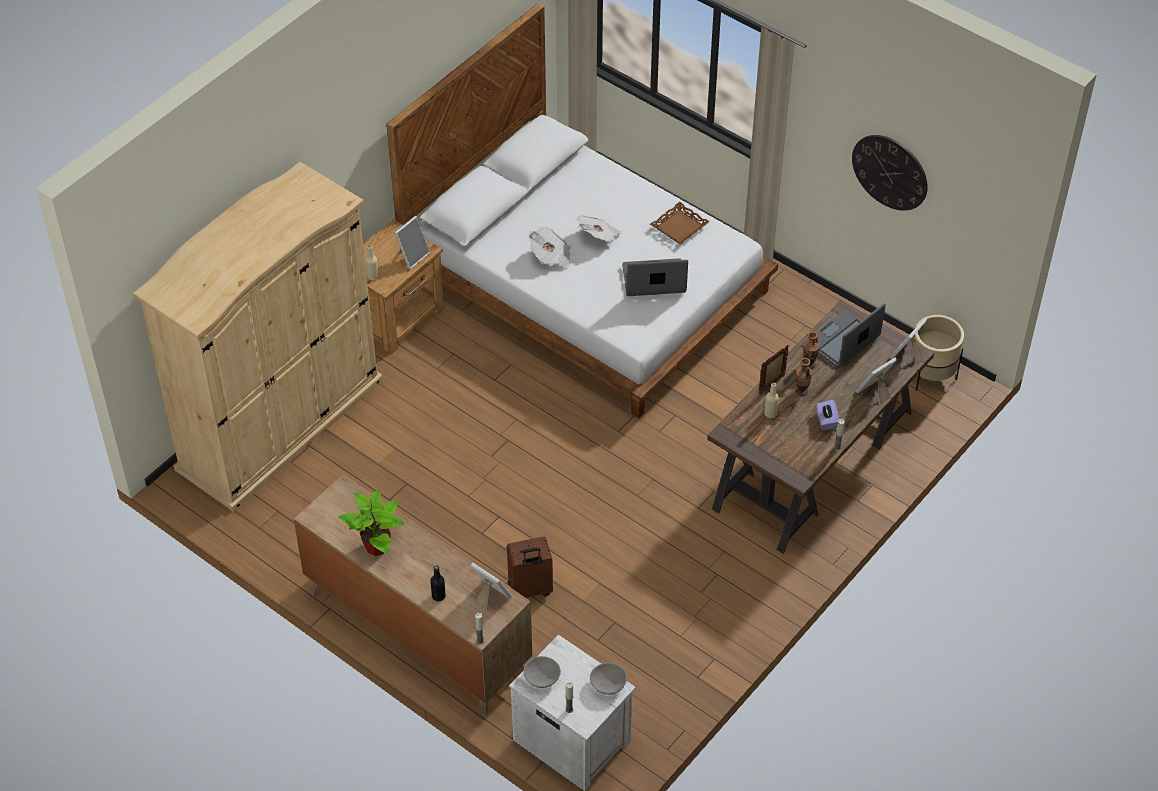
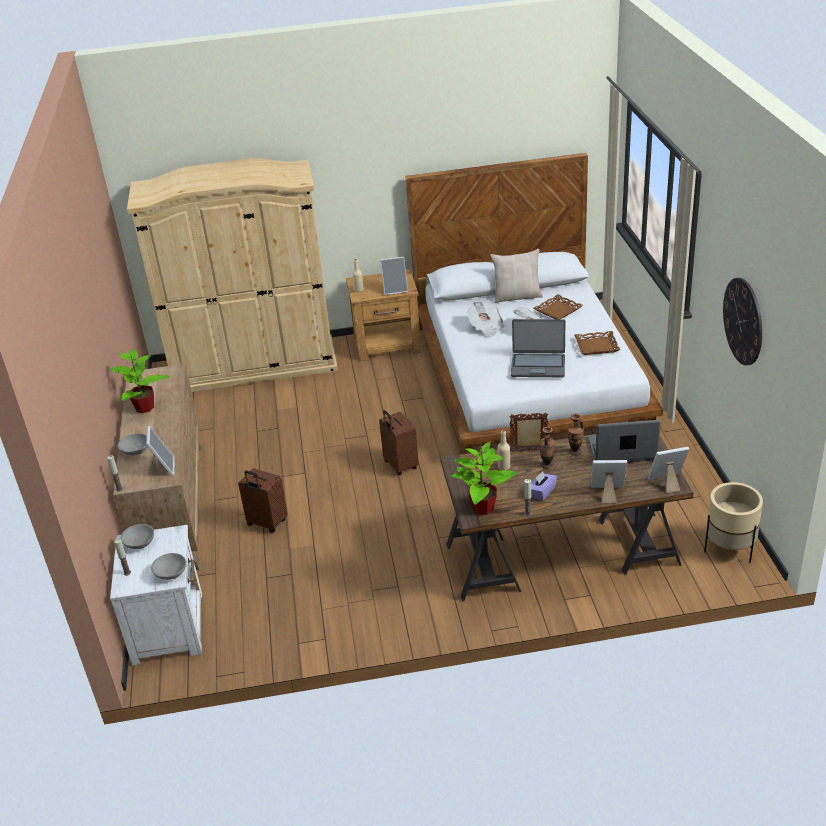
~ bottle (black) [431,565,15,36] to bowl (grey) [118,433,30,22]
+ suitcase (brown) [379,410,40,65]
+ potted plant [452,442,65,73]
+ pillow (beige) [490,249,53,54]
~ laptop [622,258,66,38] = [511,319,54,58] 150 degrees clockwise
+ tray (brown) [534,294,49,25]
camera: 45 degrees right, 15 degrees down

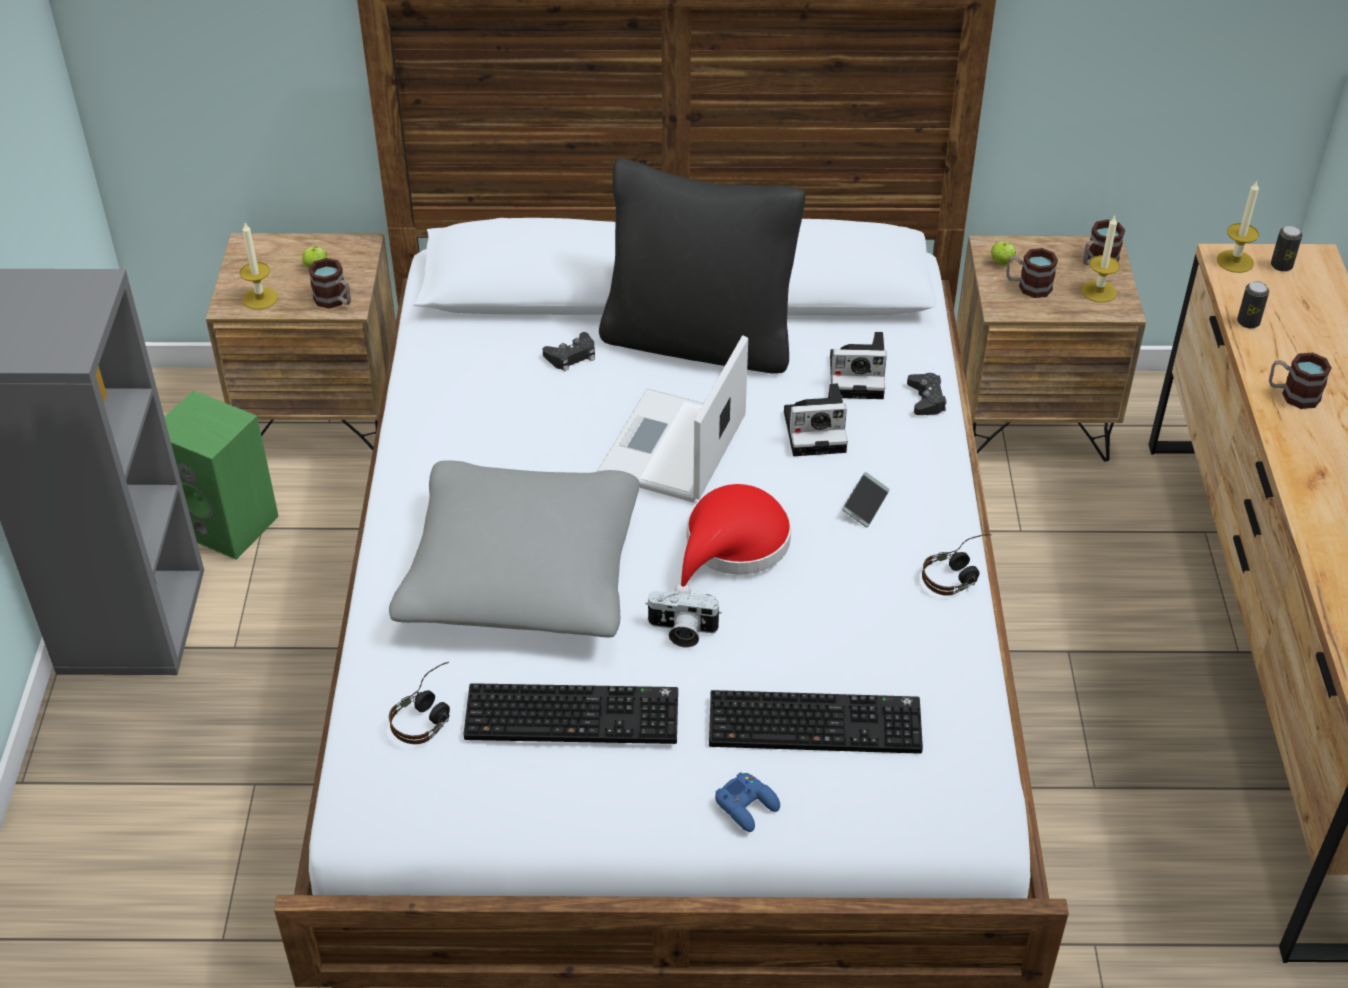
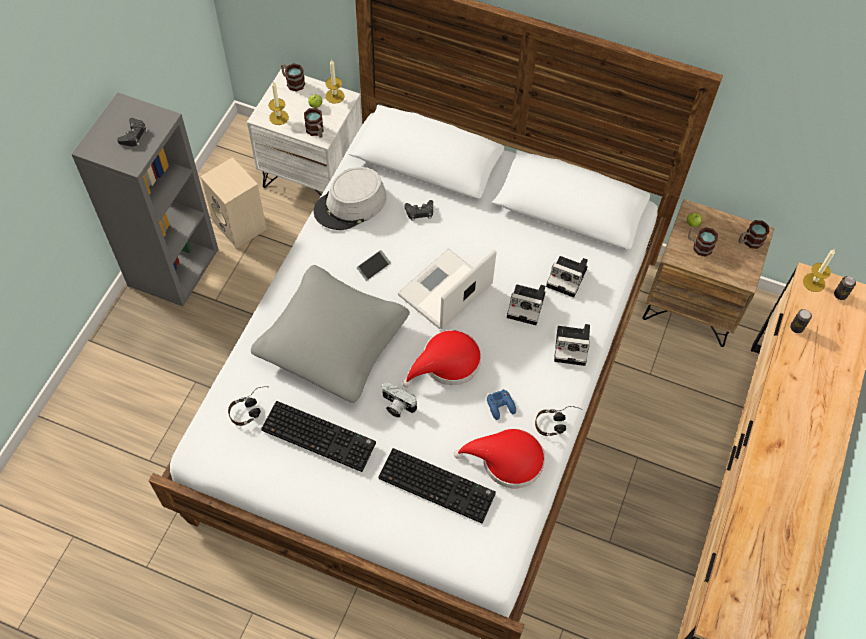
~ game controller (black) [907,373,40,42] to [117,118,31,29]
~ speaker (green) [164,390,115,170] to speaker (beige) [200,157,67,91]
~ nightstand (brown) [206,233,190,217] to nightstand (white) [247,69,115,127]
~ mug [1269,352,63,57] to [281,63,24,29]
+ hat (grey) [313,167,74,63]
~ candle [1082,216,38,87] to [325,60,20,44]
~ phone [842,472,48,55] to [357,250,34,31]
+ hat (red) [454,428,91,60]
~ game controller (blue) [715,772,65,60] to [487,389,29,31]
+ photo camera [554,324,36,42]
- pillow (black) [599,158,207,216]
camera: 20 degrees right, 15 degrees up

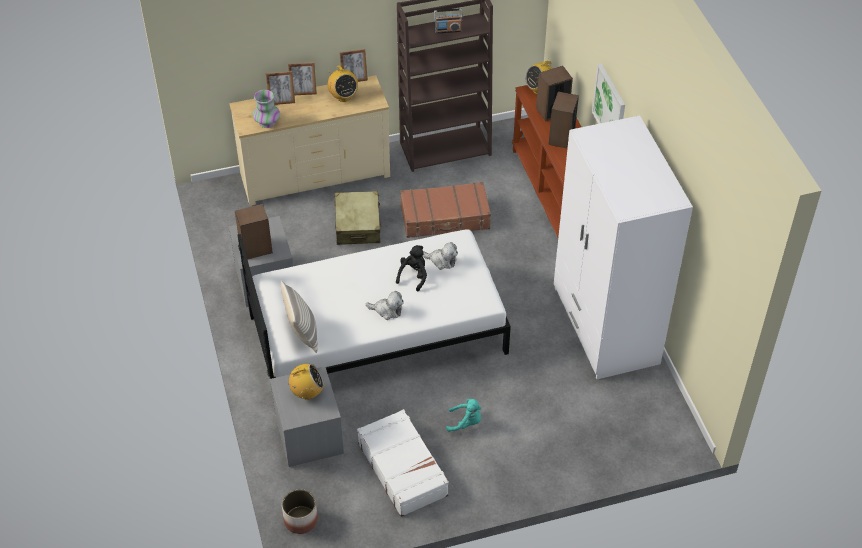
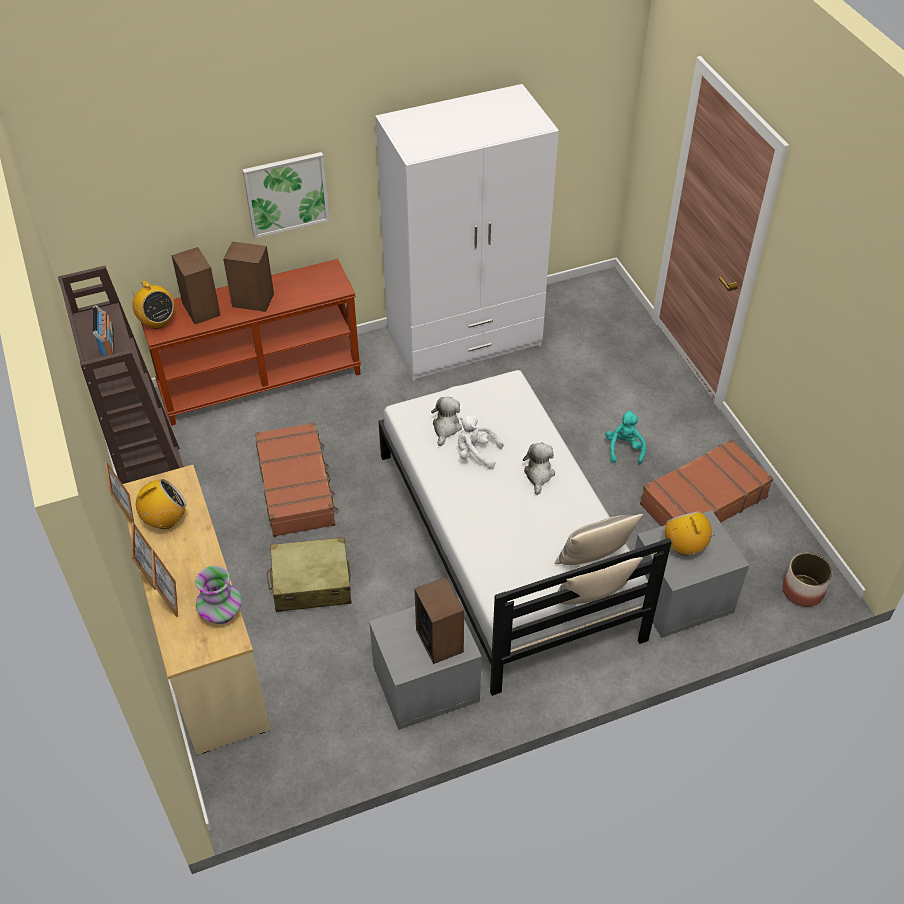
~ plush toy (black) [396,245,31,47] to plush toy (white) [458,415,45,54]
+ pillow [557,557,86,48]
~ suitcase (white) [357,409,92,108] to suitcase (brown) [640,439,133,87]
camera: 95 degrees left, 0 degrees up

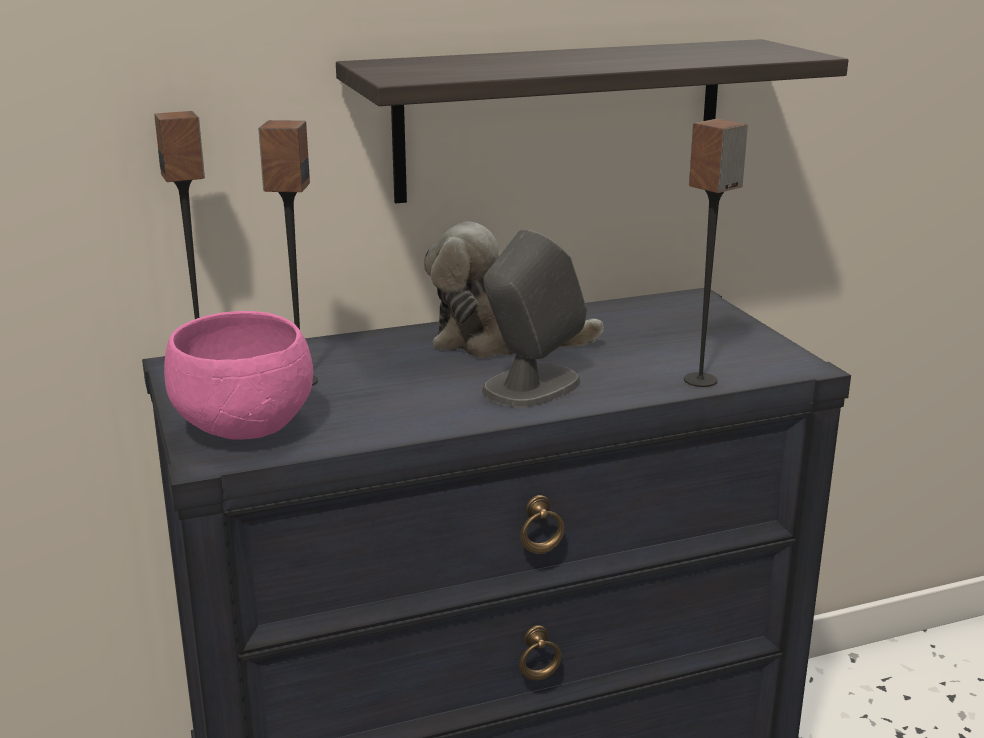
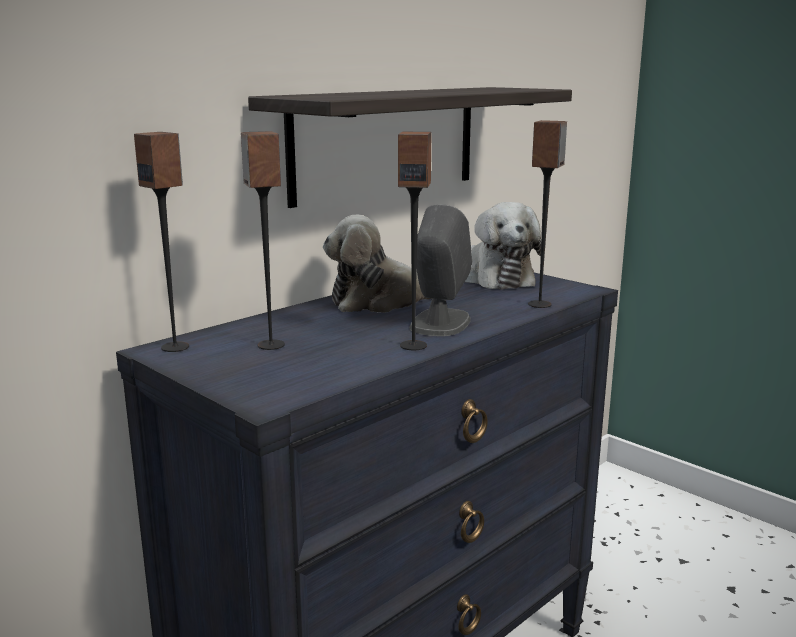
+ speaker [398,132,33,218]
+ plush toy [465,202,76,88]
- bowl (pink) [164,311,149,128]
camera: 25 degrees left, 5 degrees down

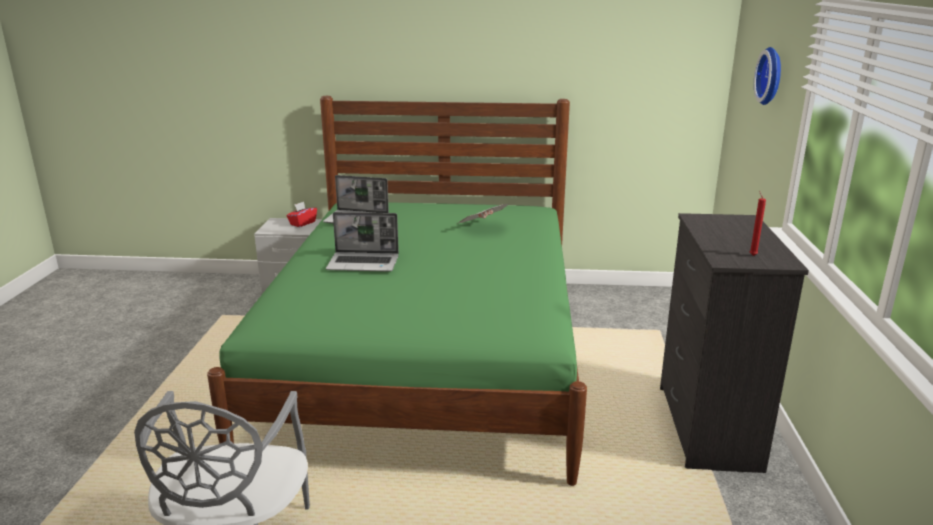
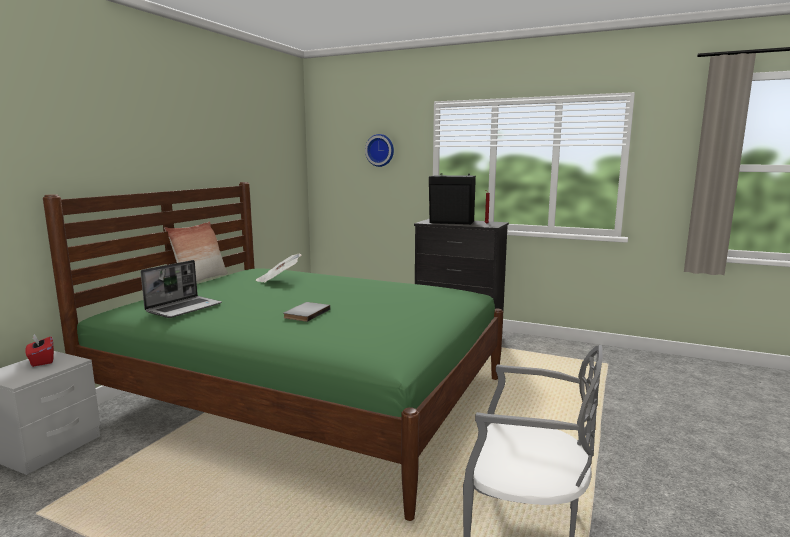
+ pillow [164,221,64,61]
~ laptop [326,212,73,60] to book (grey) [284,302,46,20]
+ speaker (black) [429,173,47,51]
camera: 70 degrees left, 10 degrees down

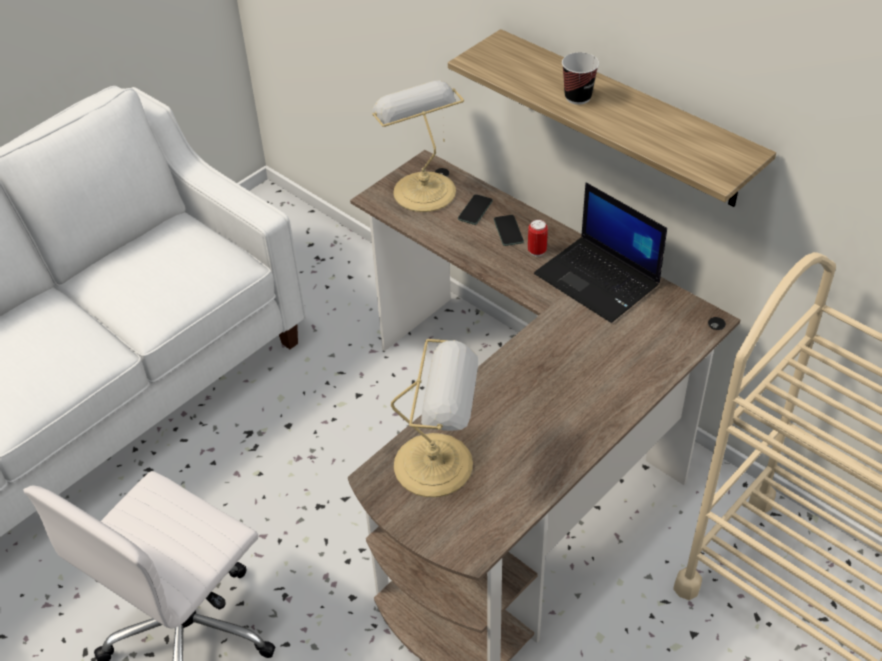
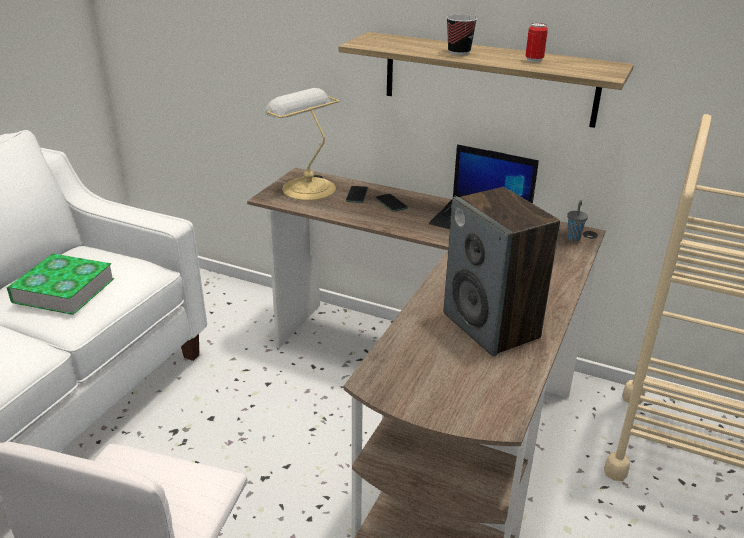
+ book [6,253,108,62]
+ speaker [444,187,116,169]
~ can [528,219,20,37] to [525,23,23,39]
+ cup (grey) [567,200,21,41]
- table lamp [391,339,87,158]
camera: 20 degrees left, 15 degrees down

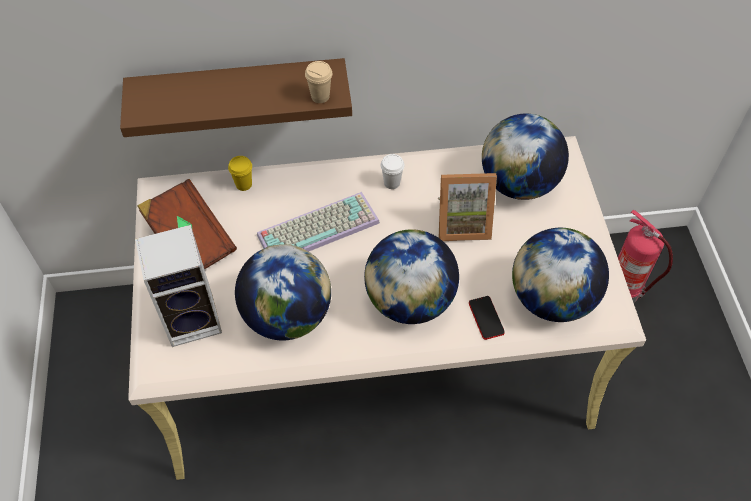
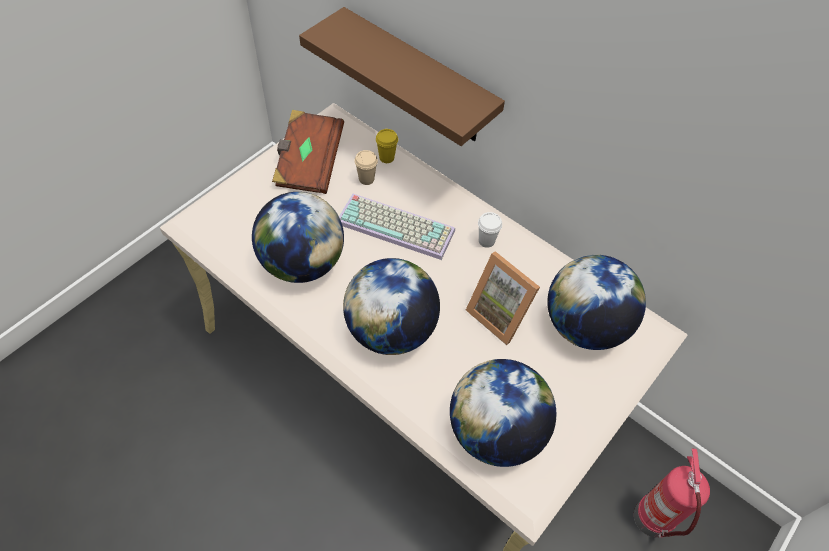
~ cup (beige) [305,61,27,42] to [354,150,24,35]
- speaker [135,225,87,122]
- phone [469,296,36,44]
camera: 45 degrees right, 0 degrees up

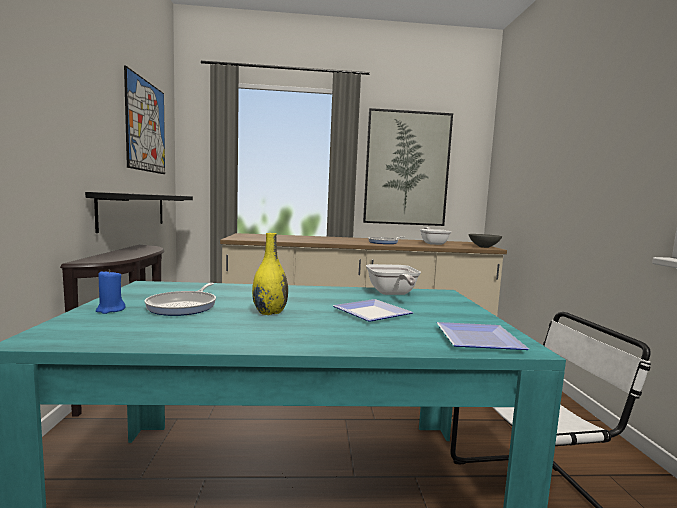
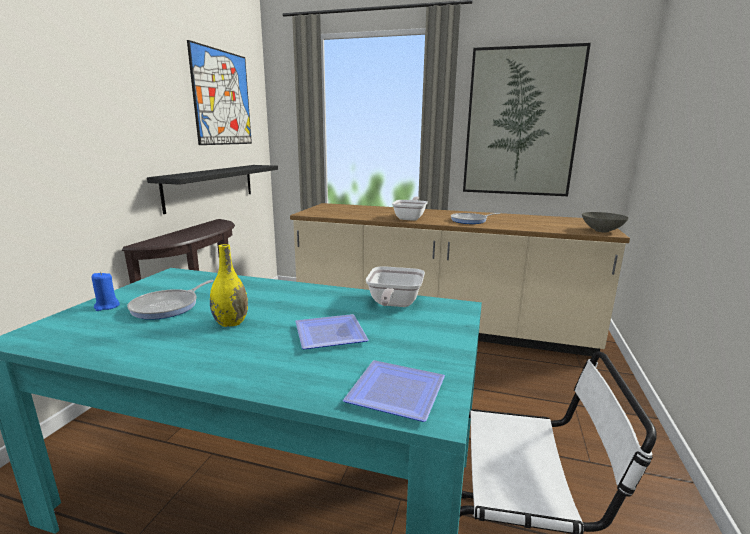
~ frying pan [420,227,31,18] to [392,196,36,25]
camera: 20 degrees right, 10 degrees up

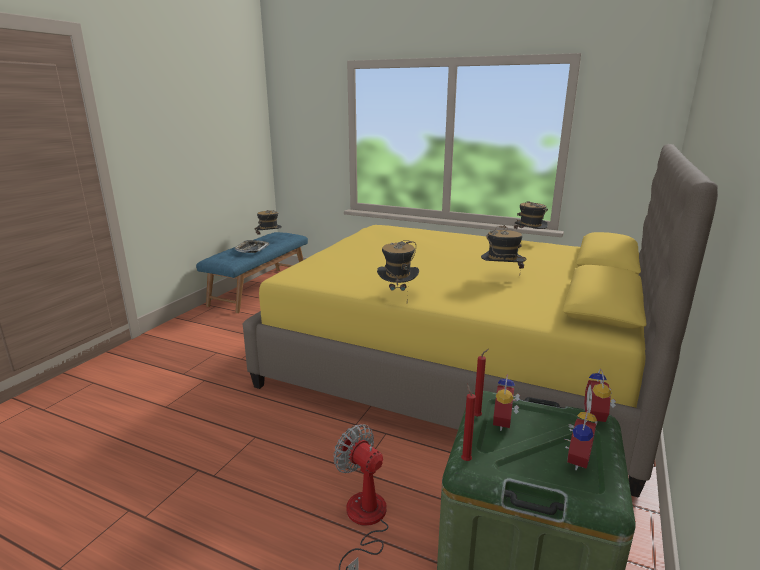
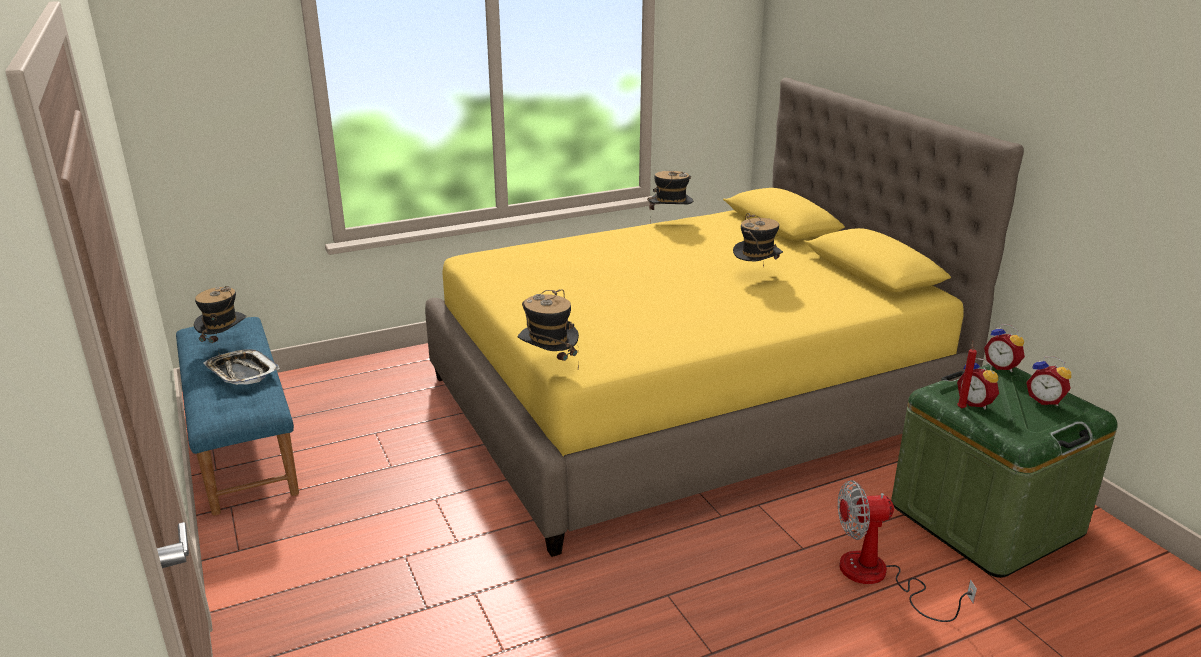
~ hat [377,240,42,61] to [518,289,61,80]
~ alarm clock [563,407,34,63] = [1026,356,45,50] 150 degrees clockwise
- candle (red) [461,384,15,77]
camera: 50 degrees left, 5 degrees up

